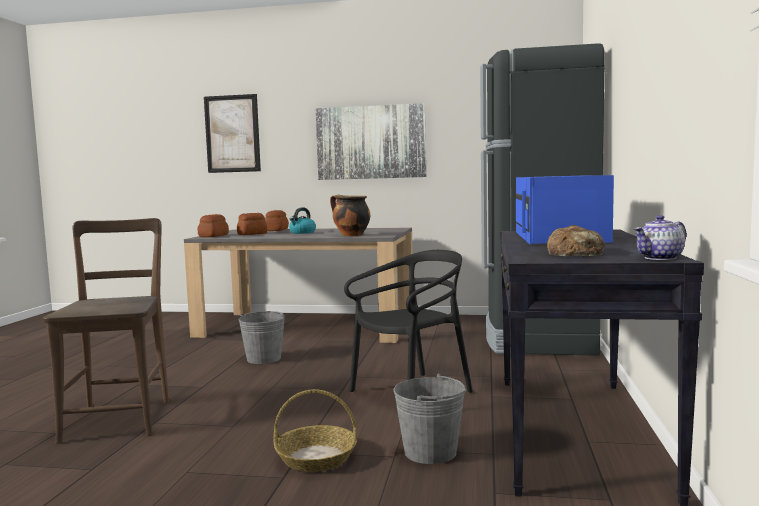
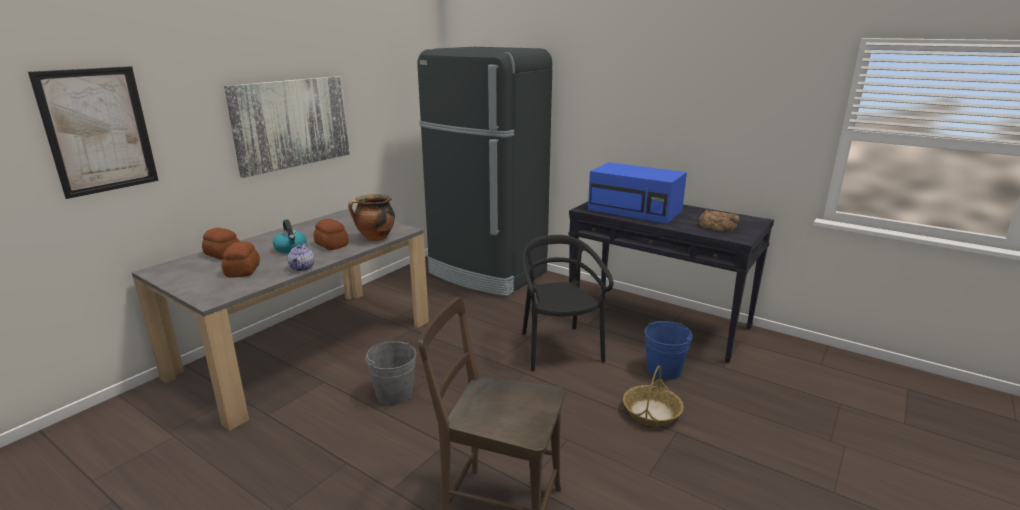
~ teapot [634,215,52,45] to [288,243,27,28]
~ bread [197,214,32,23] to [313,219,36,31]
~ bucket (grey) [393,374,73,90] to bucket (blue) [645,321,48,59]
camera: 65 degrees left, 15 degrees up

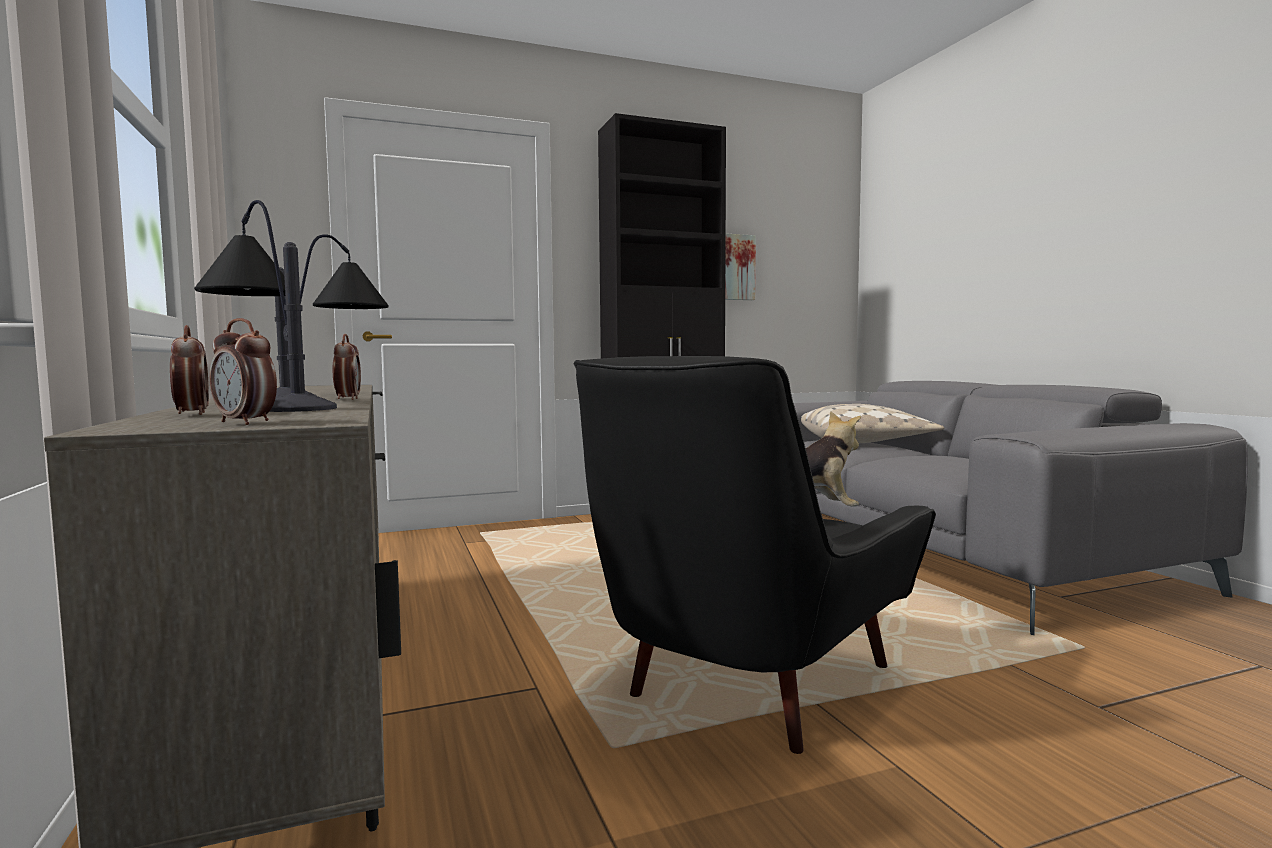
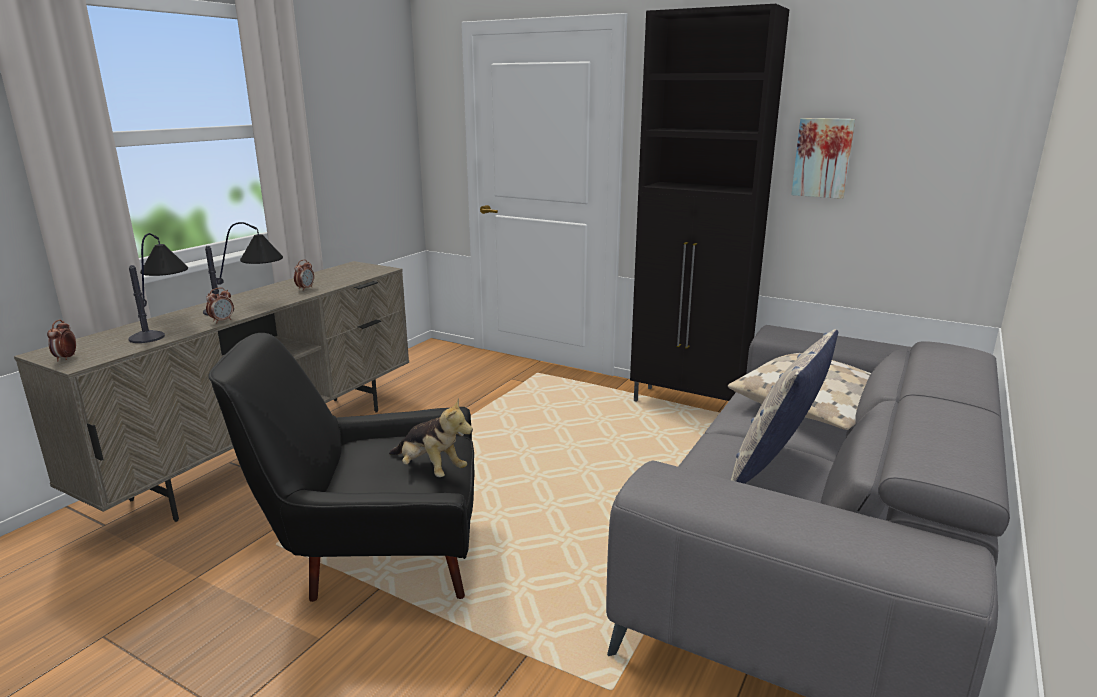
~ alarm clock [170,325,39,90] to [294,260,20,31]
+ pillow [731,329,107,155]
camera: 50 degrees right, 15 degrees up

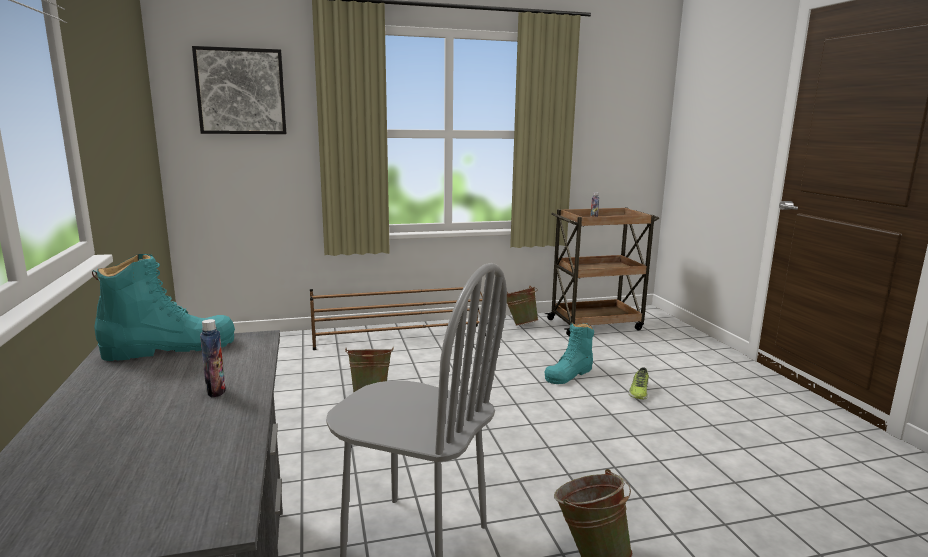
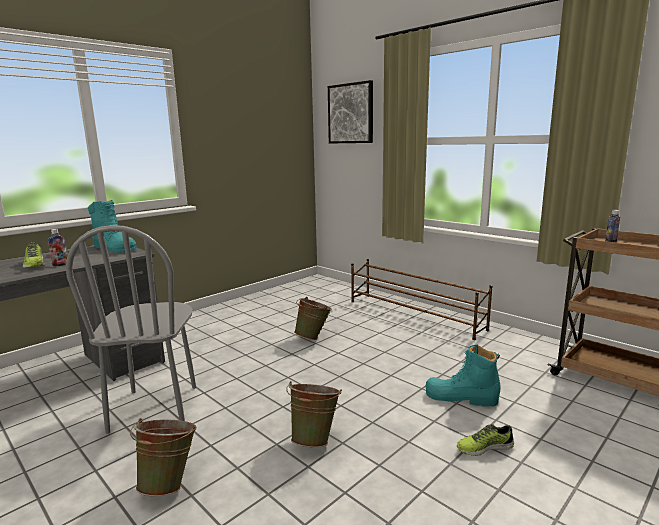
+ shoe [23,242,22,26]
~ bucket (green) [507,286,31,40] to [287,381,55,66]
camera: 60 degrees right, 0 degrees up

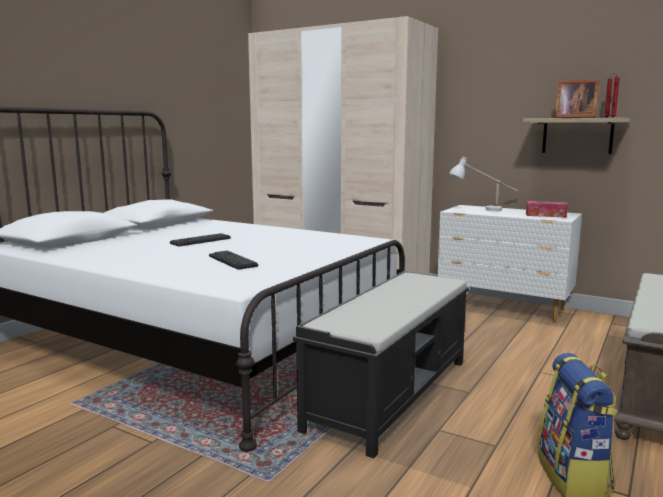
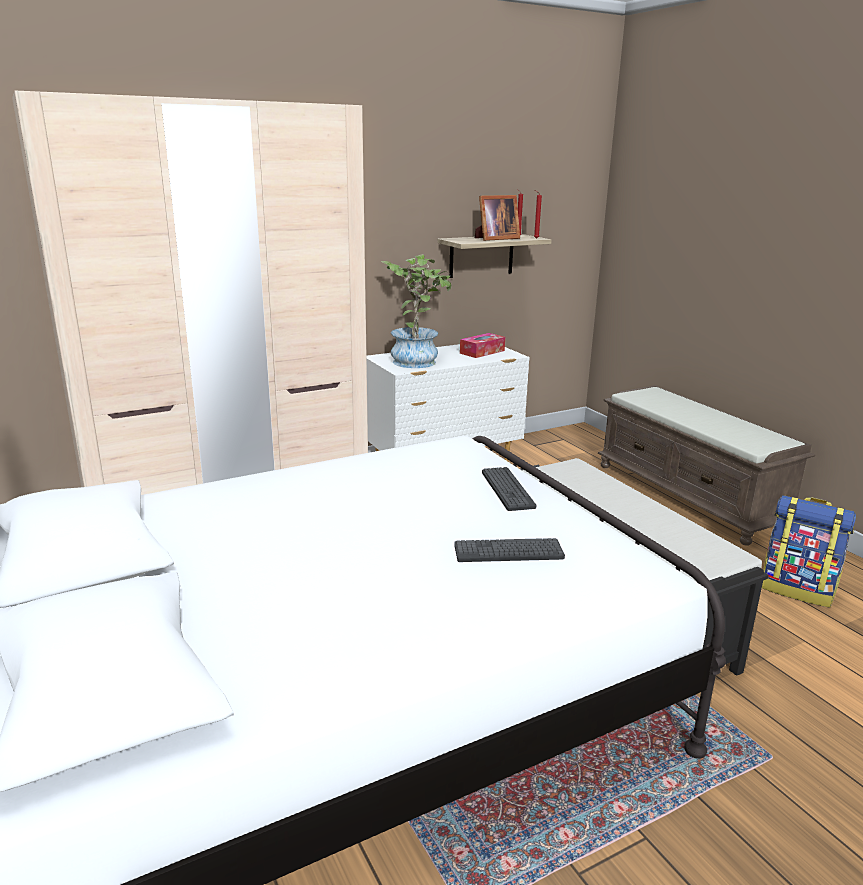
~ table lamp (white) [449,156,69,55] to potted plant [381,254,71,114]
~ keyboard [170,233,61,13] to [482,467,54,44]
camera: 60 degrees left, 10 degrees up

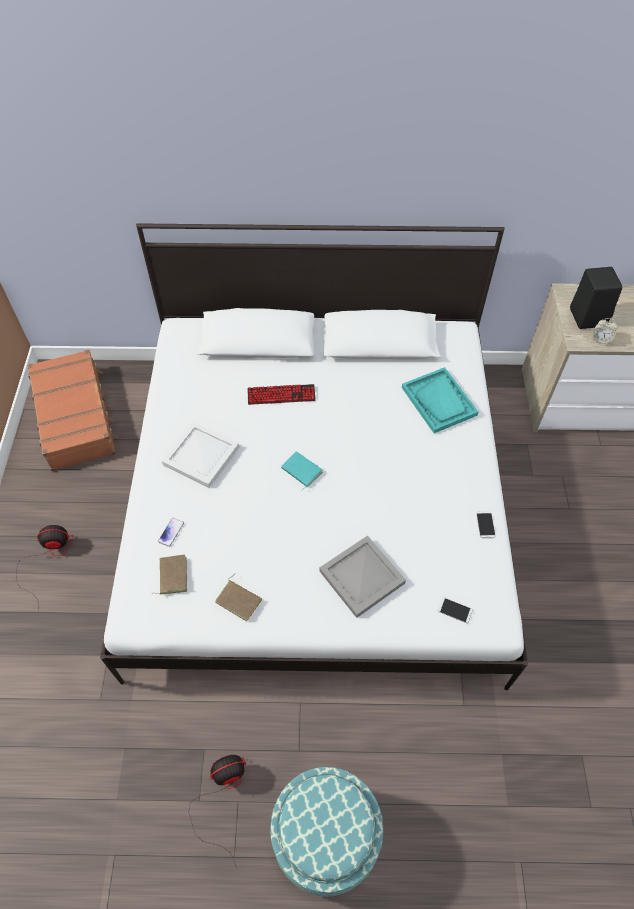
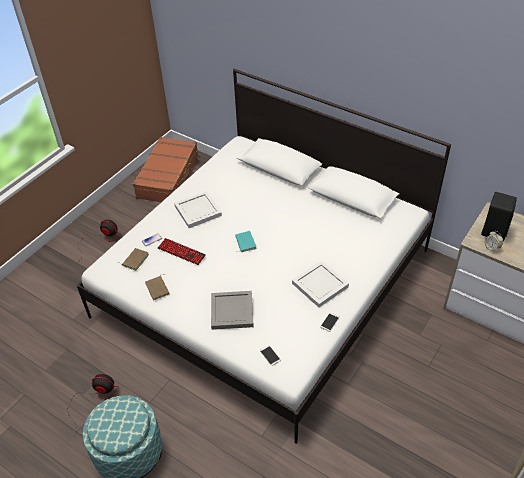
~ keyboard [247,384,69,21] to [158,238,48,27]
+ tray (white) [292,261,57,46]
- tray (turquoise) [402,367,77,66]
camera: 35 degrees right, 10 degrees down

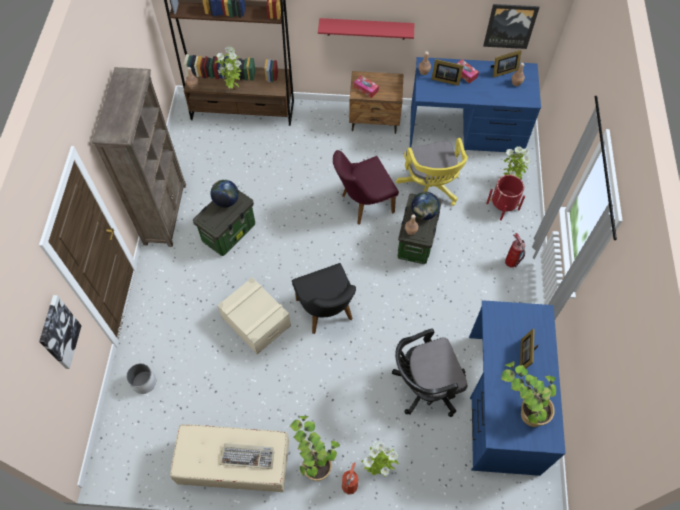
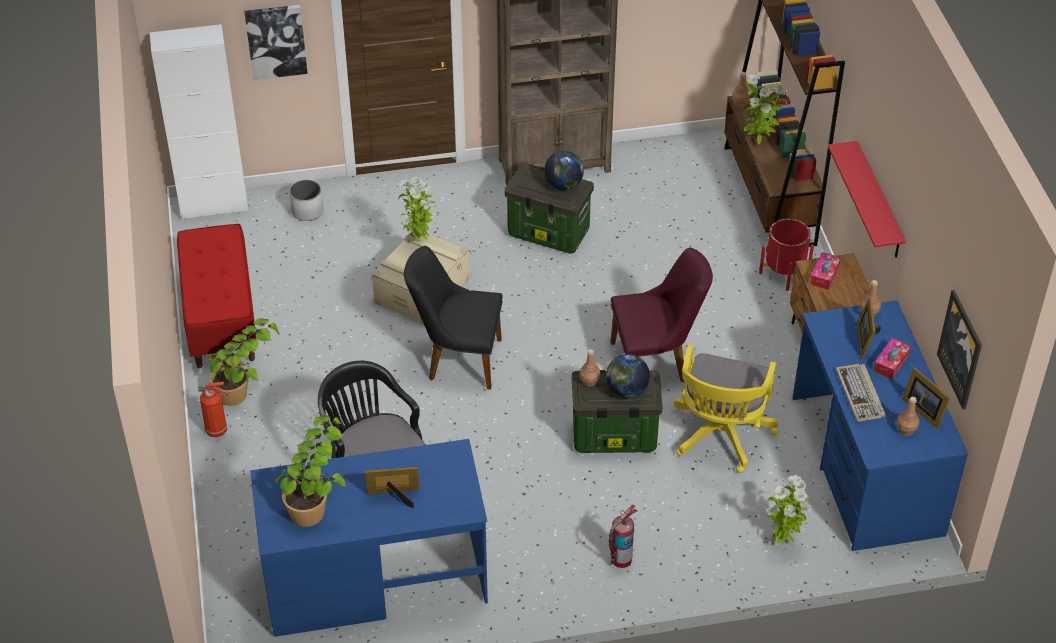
+ cabinet (white) [150,24,98,196]
~ bench (beige) [170,424,119,68] to bench (red) [177,224,80,144]
~ potted plant [361,442,38,35] to [398,176,38,66]
~ chair (black) [292,263,64,71] = [404,246,99,143] 45 degrees clockwise
~ chair (purple) [333,150,66,75] = [611,248,102,134] 120 degrees clockwise
~ office chair (yellow) [396,138,72,68] = [674,345,104,128] 45 degrees counterclockwise
~ planter (red) [486,175,39,45] to [759,218,55,73]
~ keyboard [220,443,54,26] to [836,364,49,58]
camera: 75 degrees right, 15 degrees down

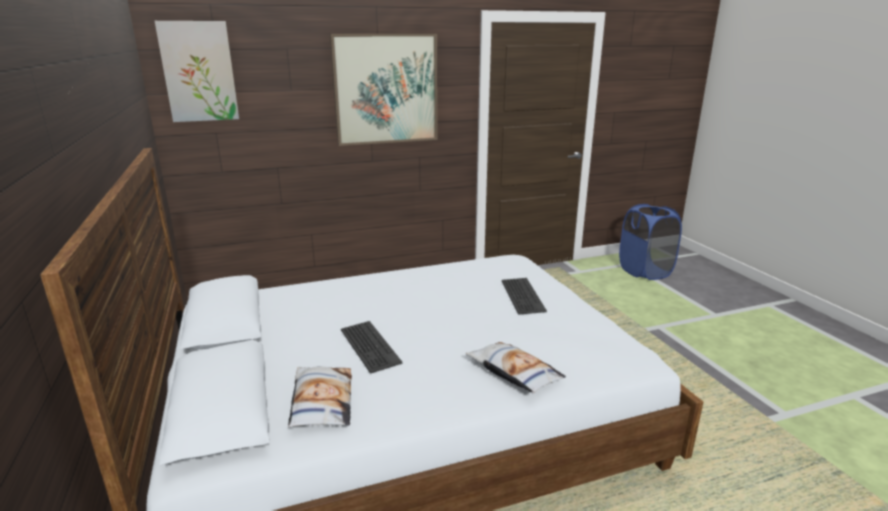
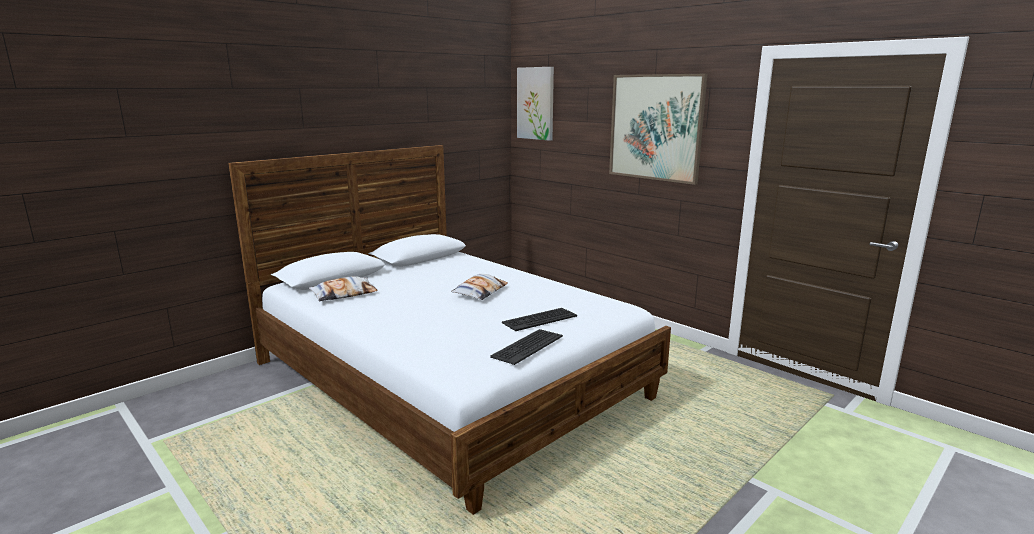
~ pillow [466,342,100,51] to [451,274,57,26]
~ keyboard [341,321,62,53] to [490,329,73,36]
- laundry basket (blue) [619,204,63,76]
camera: 65 degrees right, 5 degrees down

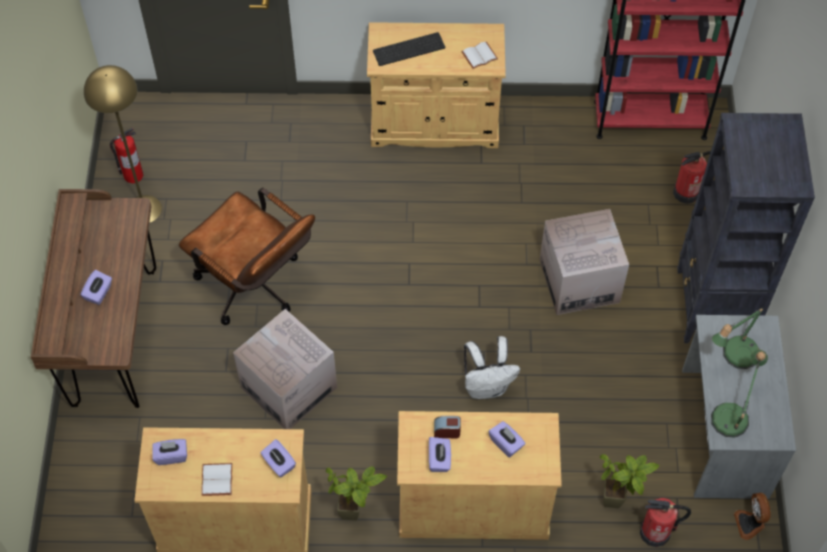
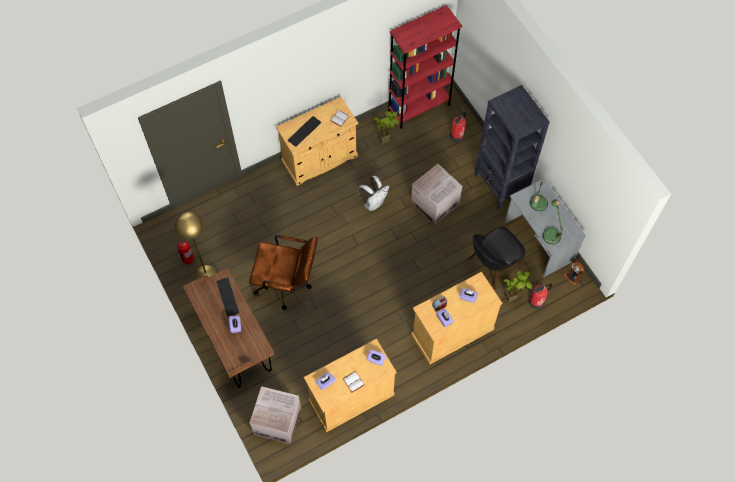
+ keyboard [217,277,22,40]
~ cardboard box [233,309,104,120] to [250,386,51,58]
~ backpack (white) [464,336,56,63] to [358,176,31,35]
~ potted plant [326,467,61,53] to [373,111,26,33]
+ chair (black) [468,227,57,62]
camera: 30 degrees left, 5 degrees up

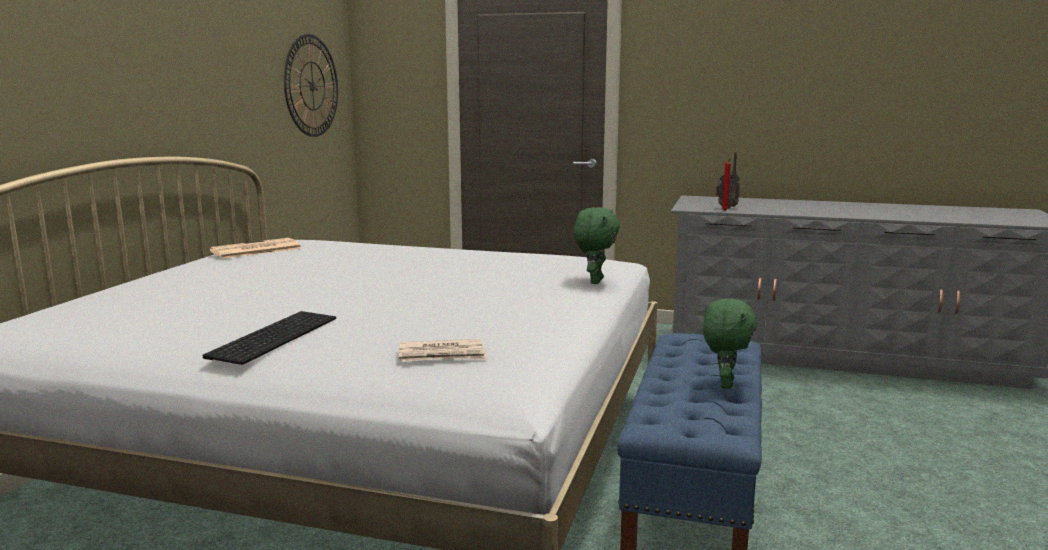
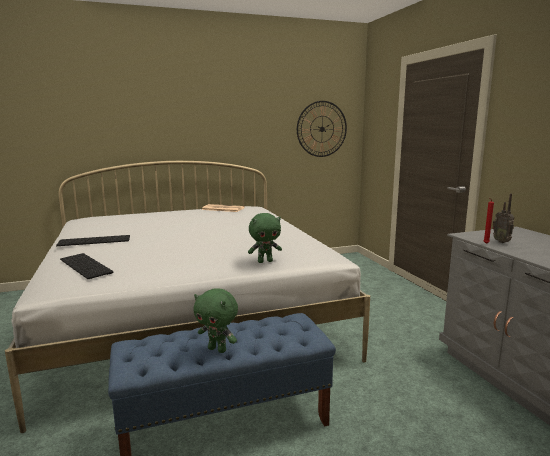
~ newspaper [399,339,88,23] to keyboard [60,253,53,26]
~ plush toy (green) [703,299,54,90] = [193,288,45,65] 45 degrees clockwise
camera: 55 degrees right, 0 degrees up

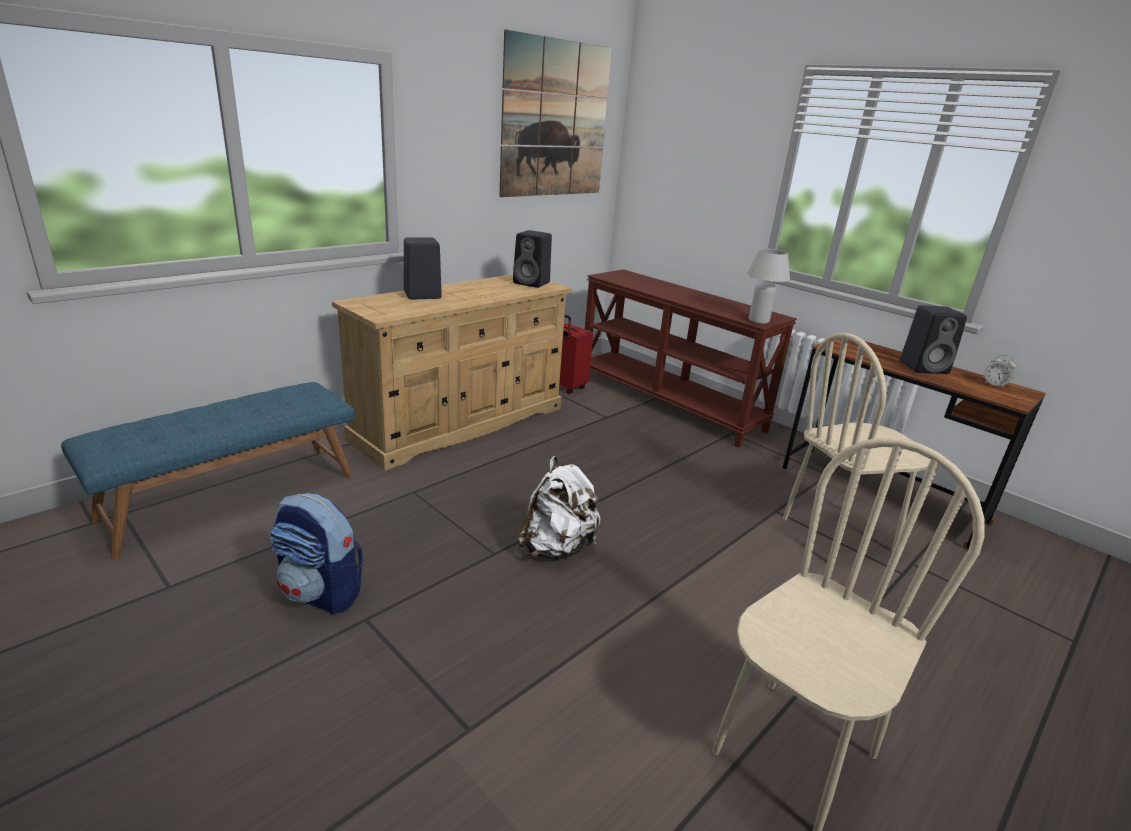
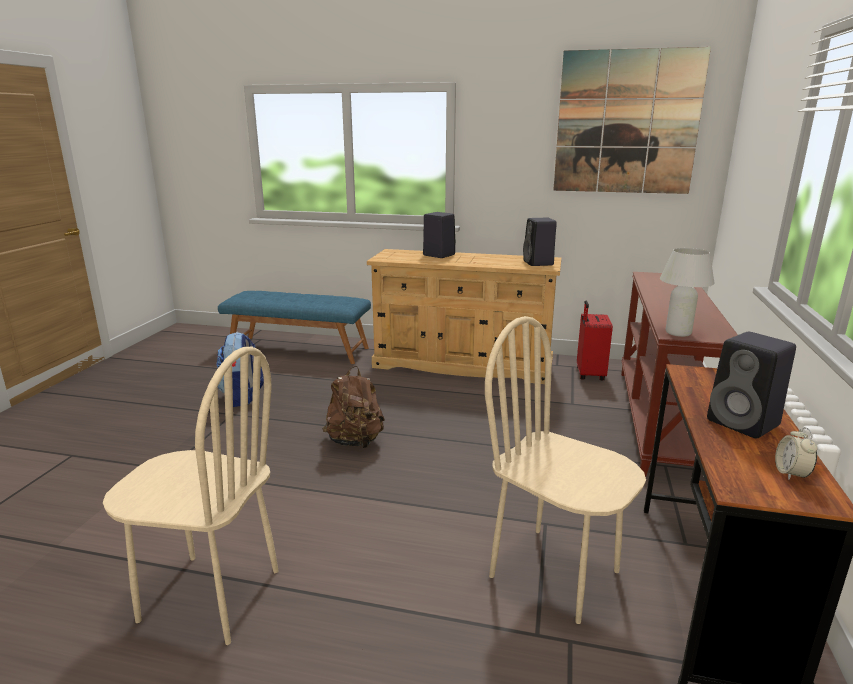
~ backpack (white) [517,456,84,103] to backpack (brown) [322,366,63,82]
camera: 60 degrees right, 5 degrees down

